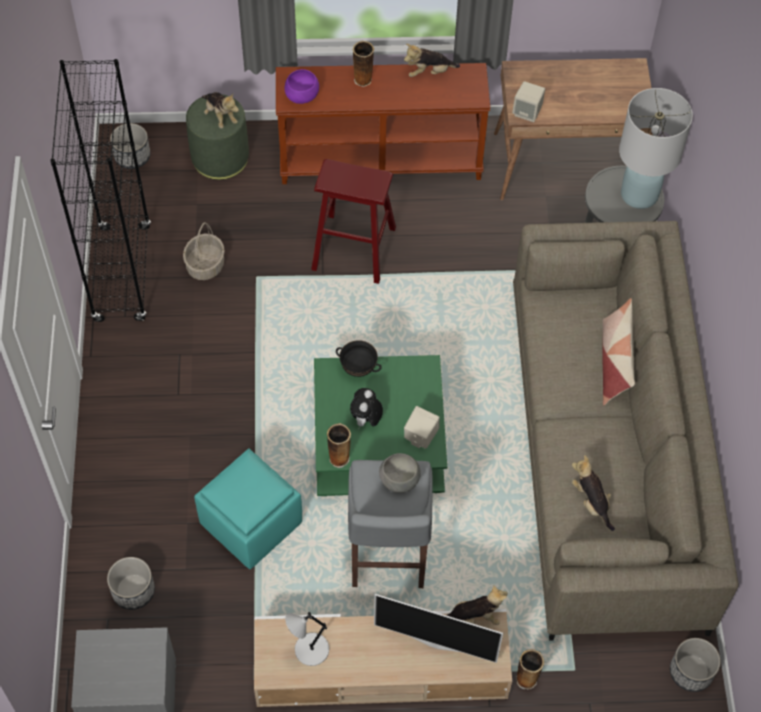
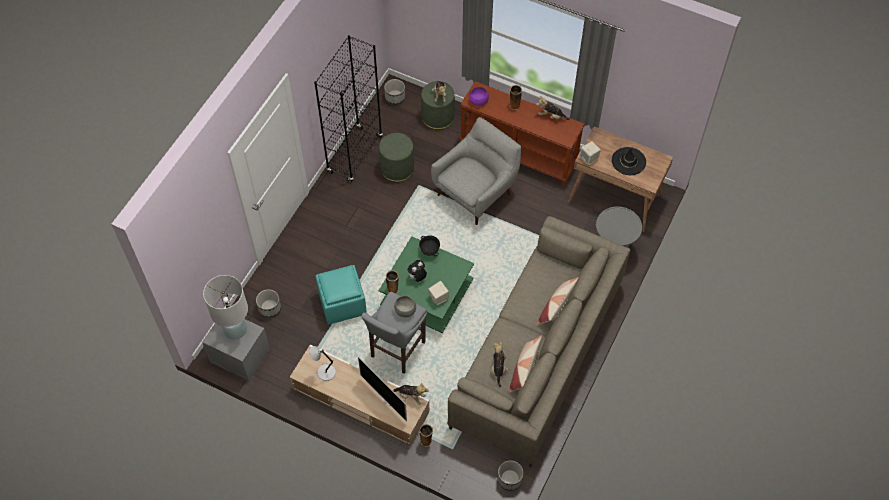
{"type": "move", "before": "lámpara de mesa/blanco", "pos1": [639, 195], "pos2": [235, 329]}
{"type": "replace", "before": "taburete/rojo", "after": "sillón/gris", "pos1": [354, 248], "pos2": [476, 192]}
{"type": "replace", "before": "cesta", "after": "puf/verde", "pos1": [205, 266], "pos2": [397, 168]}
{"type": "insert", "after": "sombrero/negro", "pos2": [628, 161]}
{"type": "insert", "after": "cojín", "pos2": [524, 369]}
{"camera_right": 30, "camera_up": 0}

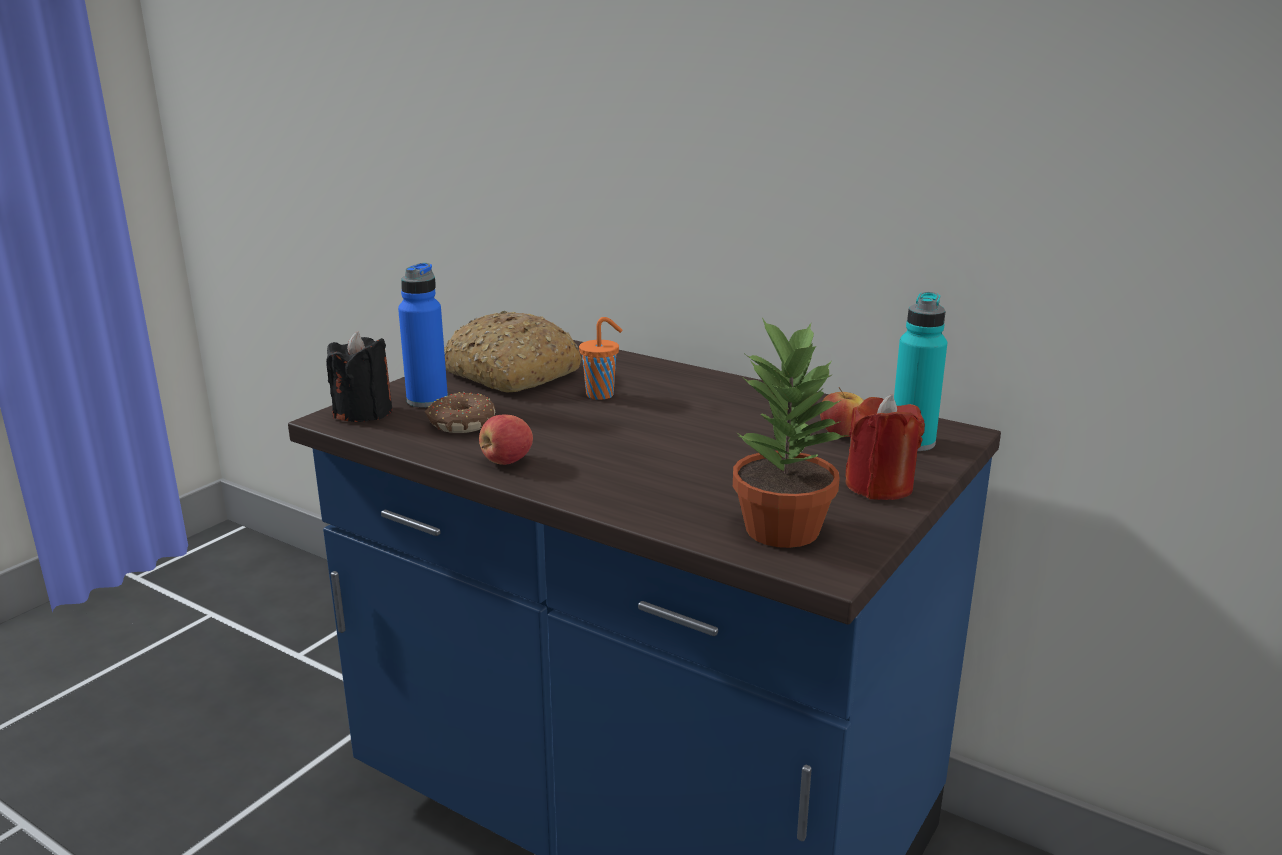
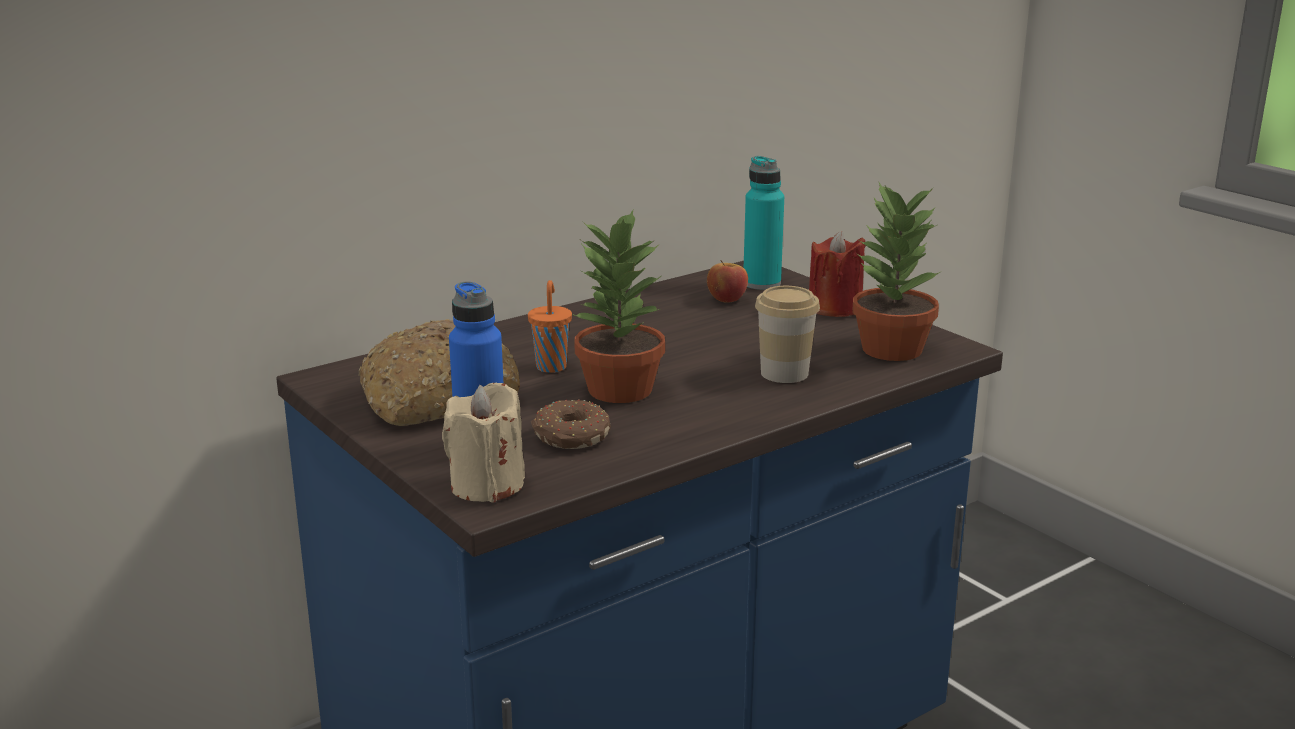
{"type": "recolor", "before": "vela/negro", "after": "vela/beis", "pos1": [363, 412], "pos2": [487, 485]}
{"type": "delete", "before": "manzana", "pos1": [506, 461]}
{"type": "insert", "after": "planta en maceta", "pos2": [618, 390]}
{"type": "insert", "after": "taza", "pos2": [784, 373]}
{"camera_right": -70, "camera_up": 0}

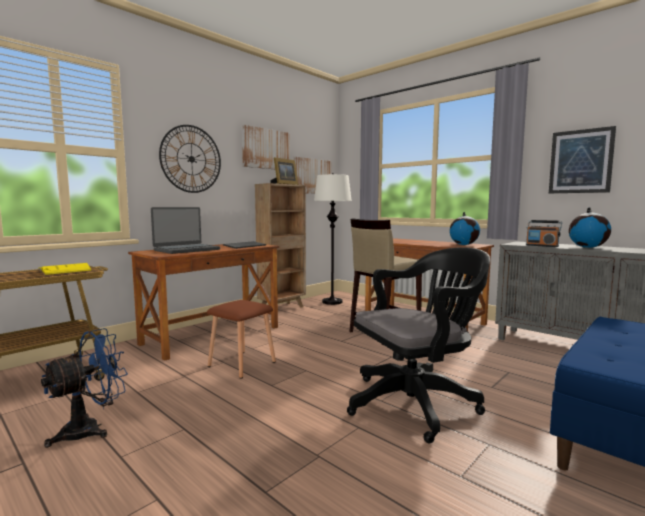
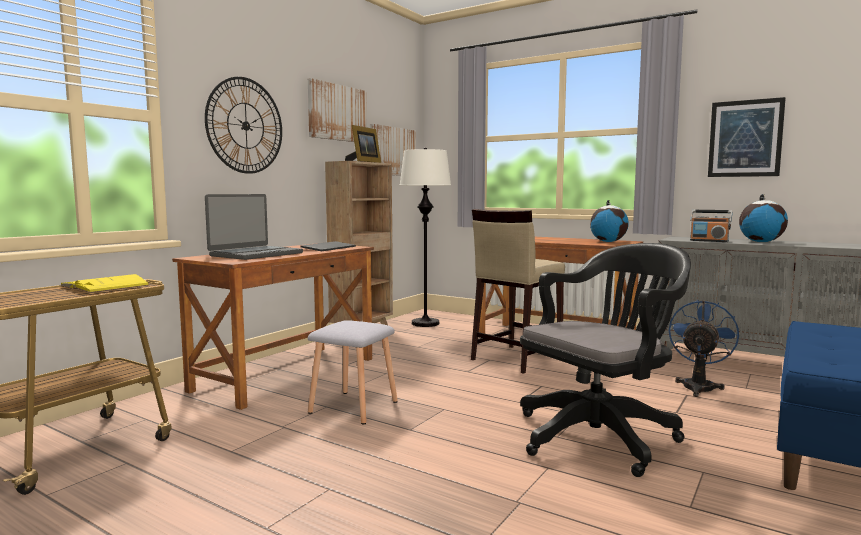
{"type": "recolor", "before": "taburete/marrón", "after": "taburete/gris", "pos1": [241, 364], "pos2": [353, 407]}
{"type": "move", "before": "ventilador/azul", "pos1": [90, 429], "pos2": [699, 386]}
{"camera_right": -10, "camera_up": 0}

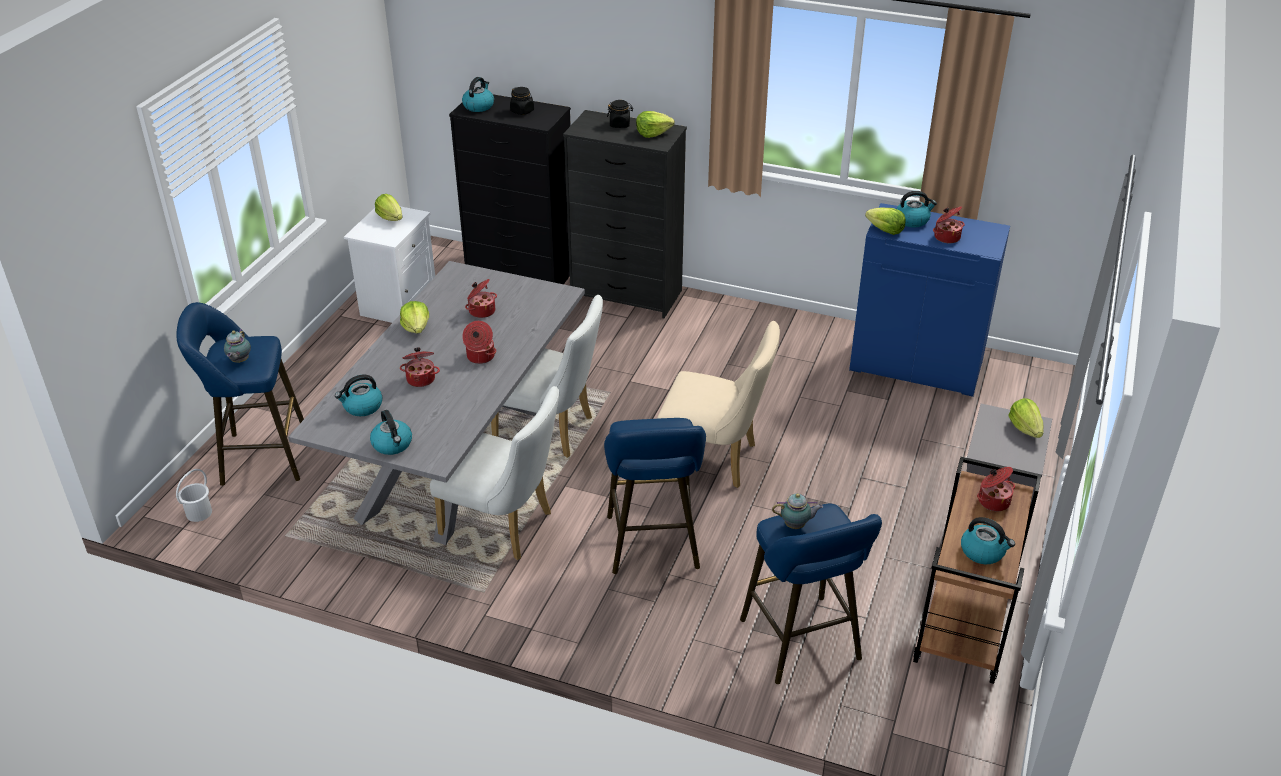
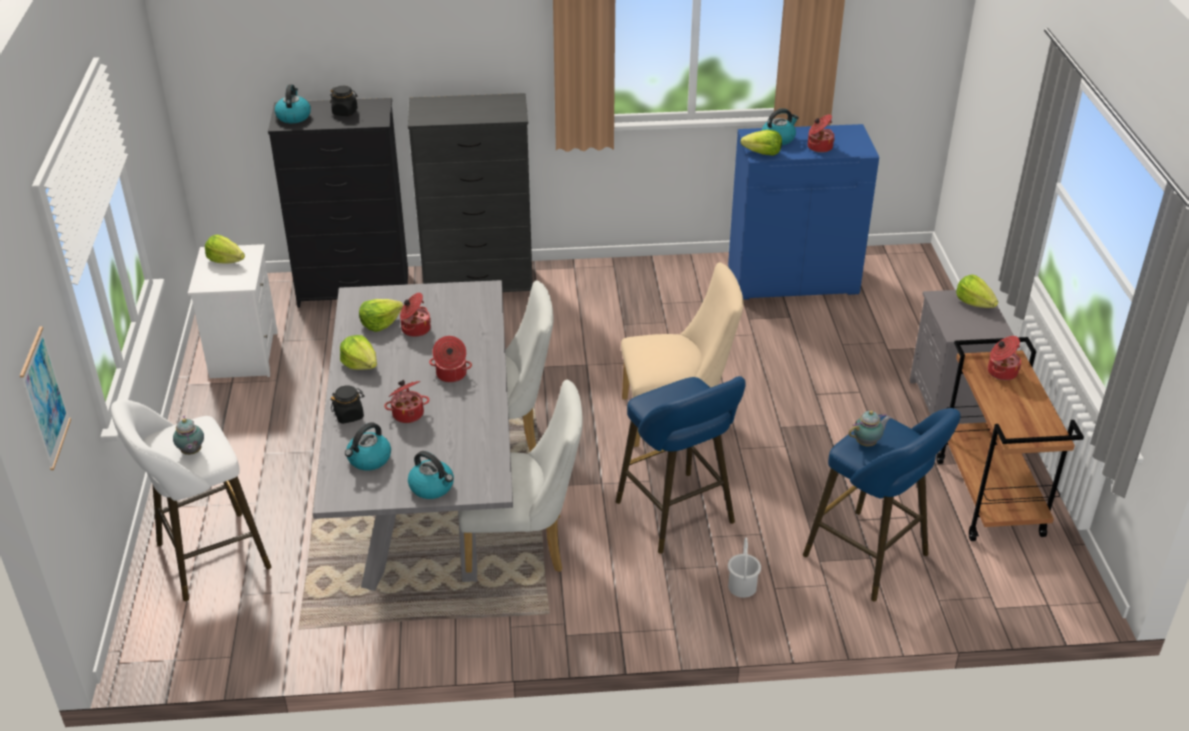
{"type": "move", "before": "tarro/negro", "pos1": [620, 124], "pos2": [349, 415]}
{"type": "move", "before": "lechuga", "pos1": [652, 133], "pos2": [380, 323]}
{"type": "recolor", "before": "taburete/azul", "after": "taburete/blanco", "pos1": [258, 457], "pos2": [206, 558]}
{"type": "move", "before": "cubo/blanco", "pos1": [198, 513], "pos2": [741, 587]}
{"type": "delete", "before": "hervidor", "pos1": [983, 552]}
{"type": "insert", "after": "cuadro", "pos2": [45, 398]}
{"camera_right": -25, "camera_up": 0}

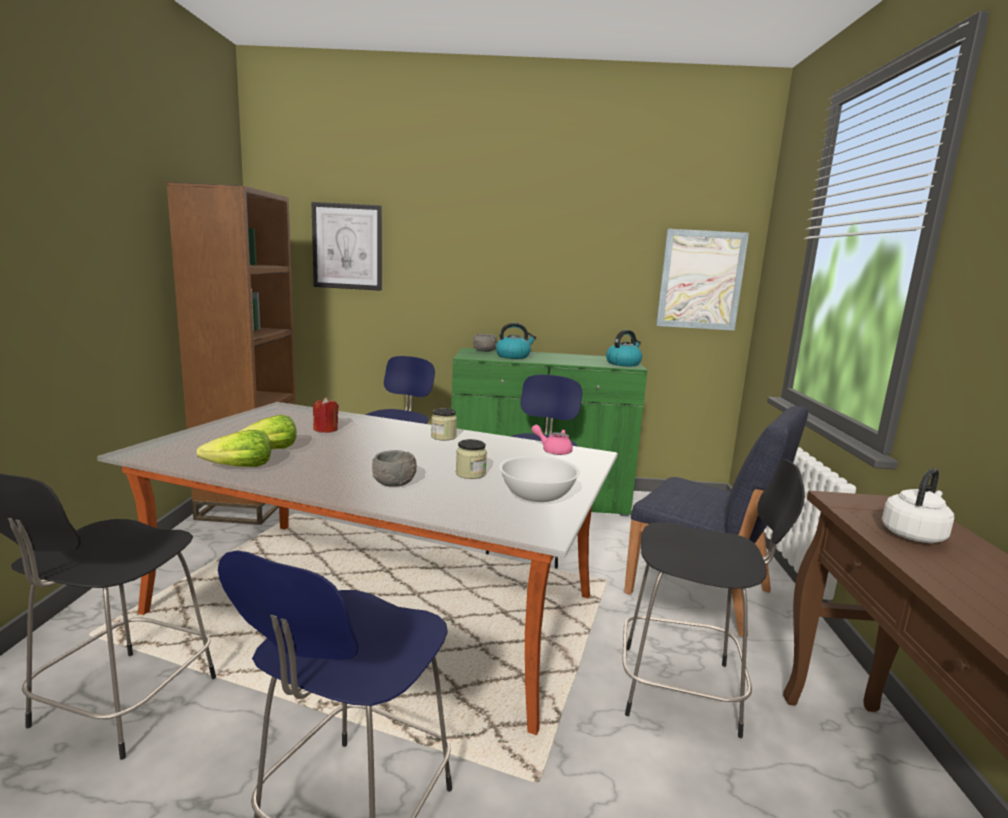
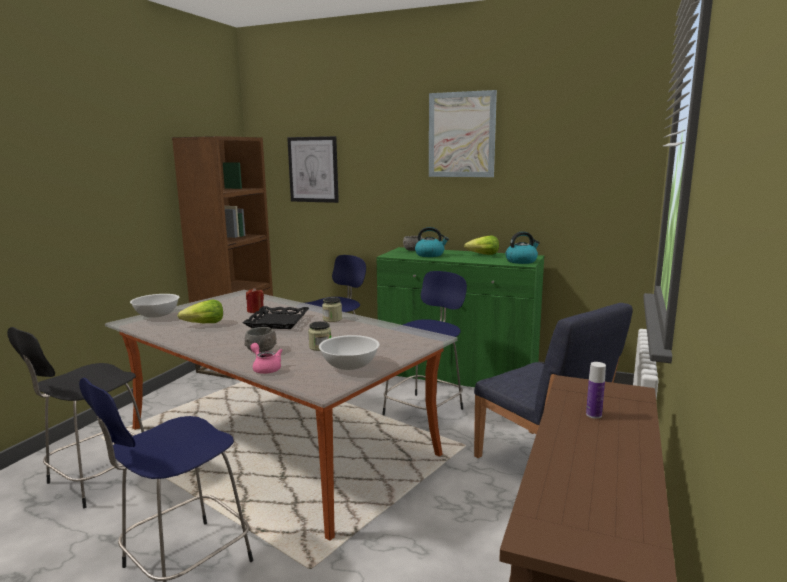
{"type": "move", "before": "cuadro", "pos1": [700, 280], "pos2": [461, 135]}
{"type": "move", "before": "tetera/rosa", "pos1": [553, 450], "pos2": [265, 368]}
{"type": "move", "before": "lechuga", "pos1": [239, 468], "pos2": [483, 255]}
{"type": "delete", "before": "taburete/negro", "pos1": [684, 689]}
{"type": "replace", "before": "hervidor/blanco", "after": "botella", "pos1": [914, 534], "pos2": [593, 415]}
{"type": "insert", "after": "cuenco/blanco", "pos2": [156, 315]}
{"type": "insert", "after": "bandeja/negro", "pos2": [278, 322]}
{"camera_right": 20, "camera_up": 0}

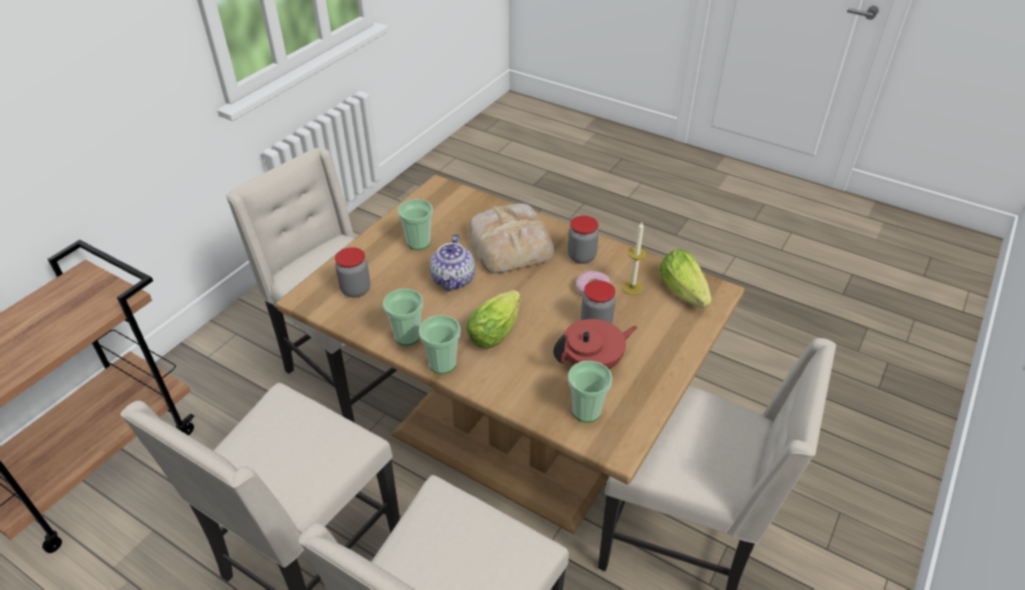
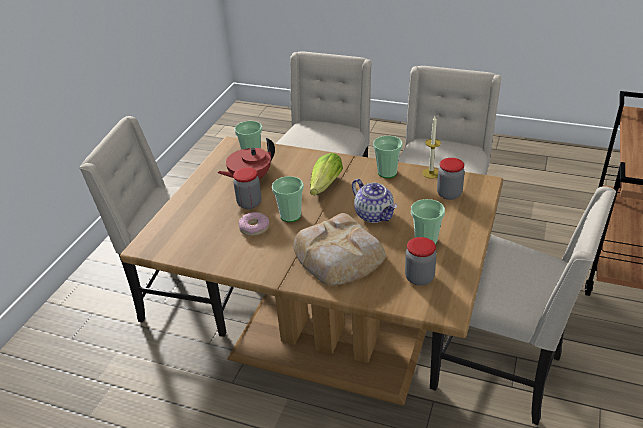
{"type": "move", "before": "tarro", "pos1": [581, 257], "pos2": [419, 278]}
{"type": "move", "before": "vela", "pos1": [632, 287], "pos2": [431, 173]}
{"type": "rotate", "before": "tetera", "pos1": [454, 280], "pos2": [374, 215], "turn": 150}
{"type": "delete", "before": "lechuga", "pos1": [685, 294]}
{"type": "move", "before": "taza", "pos1": [442, 364], "pos2": [290, 216]}
{"camera_right": 170, "camera_up": -5}

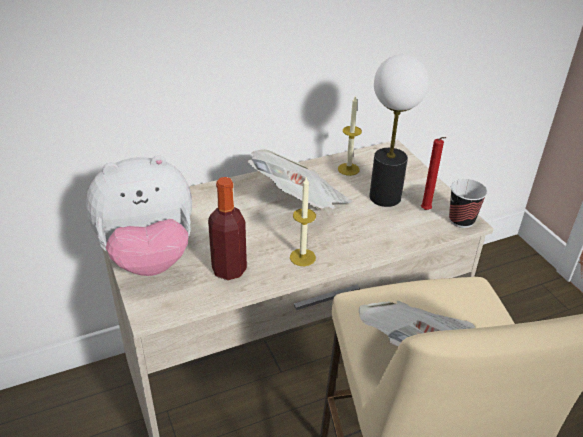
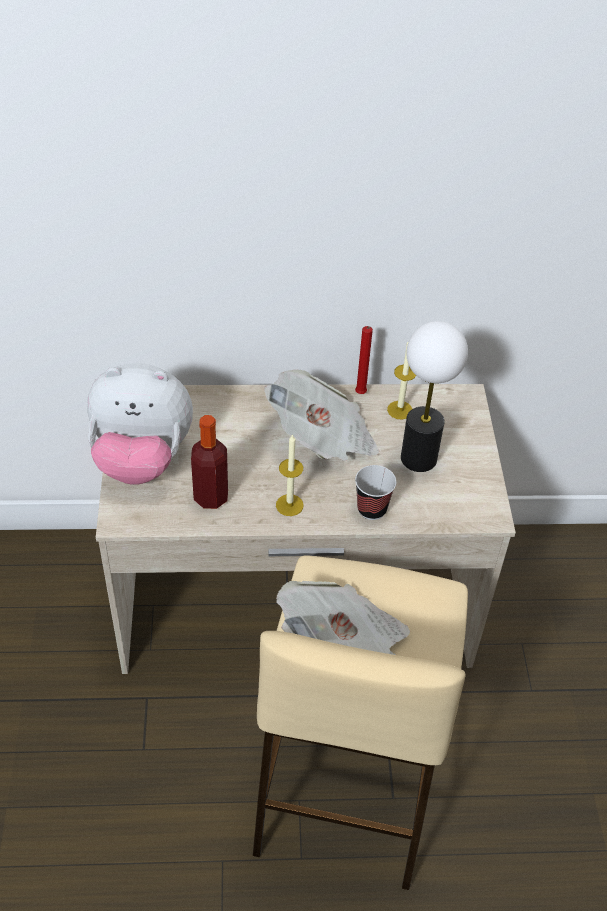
{"type": "move", "before": "vela/rojo", "pos1": [426, 211], "pos2": [360, 395]}
{"type": "move", "before": "taza", "pos1": [461, 220], "pos2": [372, 509]}
{"camera_right": 20, "camera_up": 10}

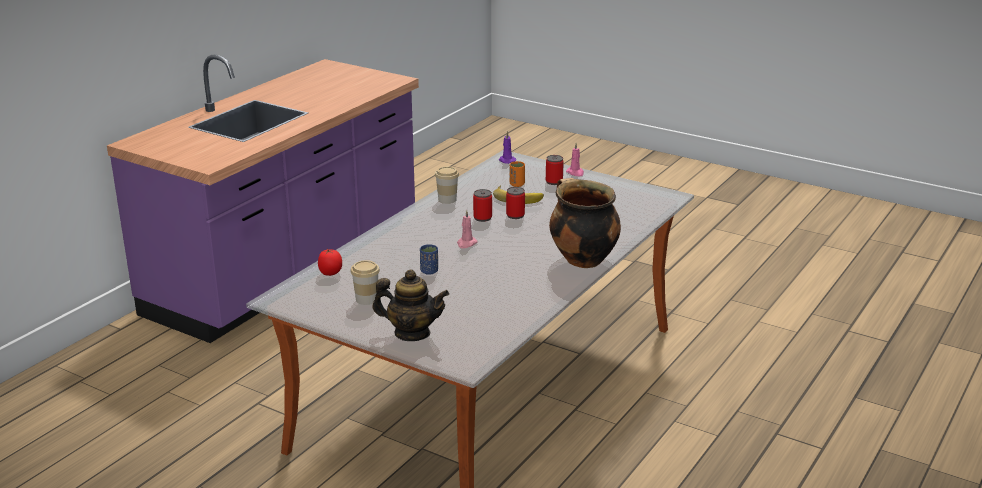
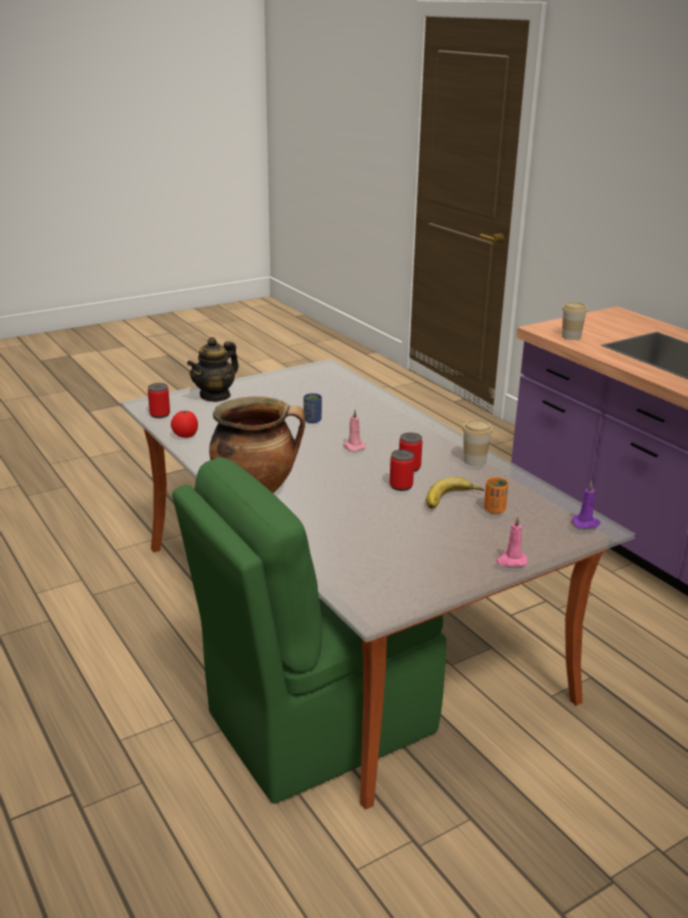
{"type": "move", "before": "lata", "pos1": [554, 182], "pos2": [160, 414]}
{"type": "move", "before": "tomate", "pos1": [330, 273], "pos2": [185, 436]}
{"type": "move", "before": "taza", "pos1": [366, 299], "pos2": [571, 337]}
{"type": "insert", "after": "silla/verde", "pos2": [315, 724]}
{"camera_right": 115, "camera_up": 0}

